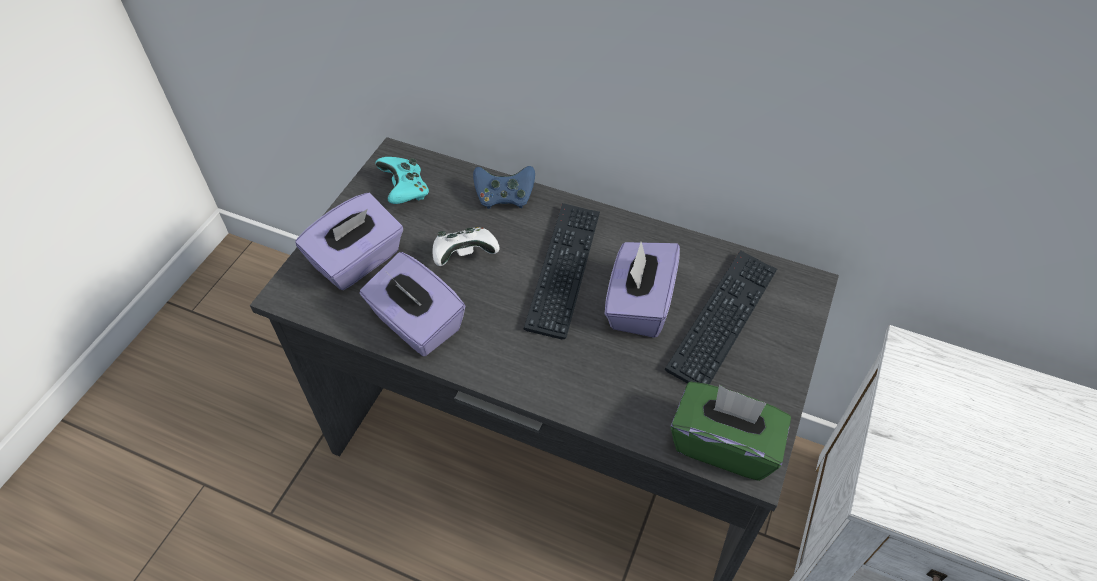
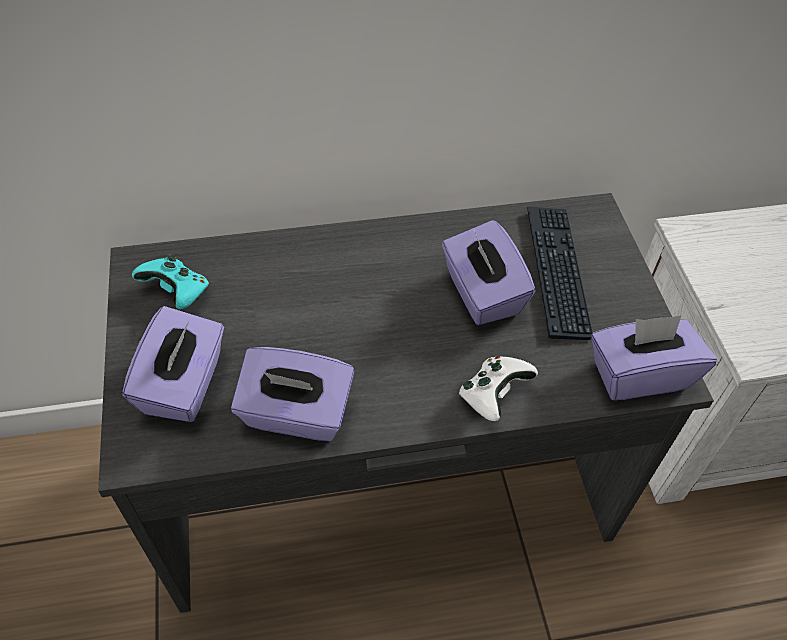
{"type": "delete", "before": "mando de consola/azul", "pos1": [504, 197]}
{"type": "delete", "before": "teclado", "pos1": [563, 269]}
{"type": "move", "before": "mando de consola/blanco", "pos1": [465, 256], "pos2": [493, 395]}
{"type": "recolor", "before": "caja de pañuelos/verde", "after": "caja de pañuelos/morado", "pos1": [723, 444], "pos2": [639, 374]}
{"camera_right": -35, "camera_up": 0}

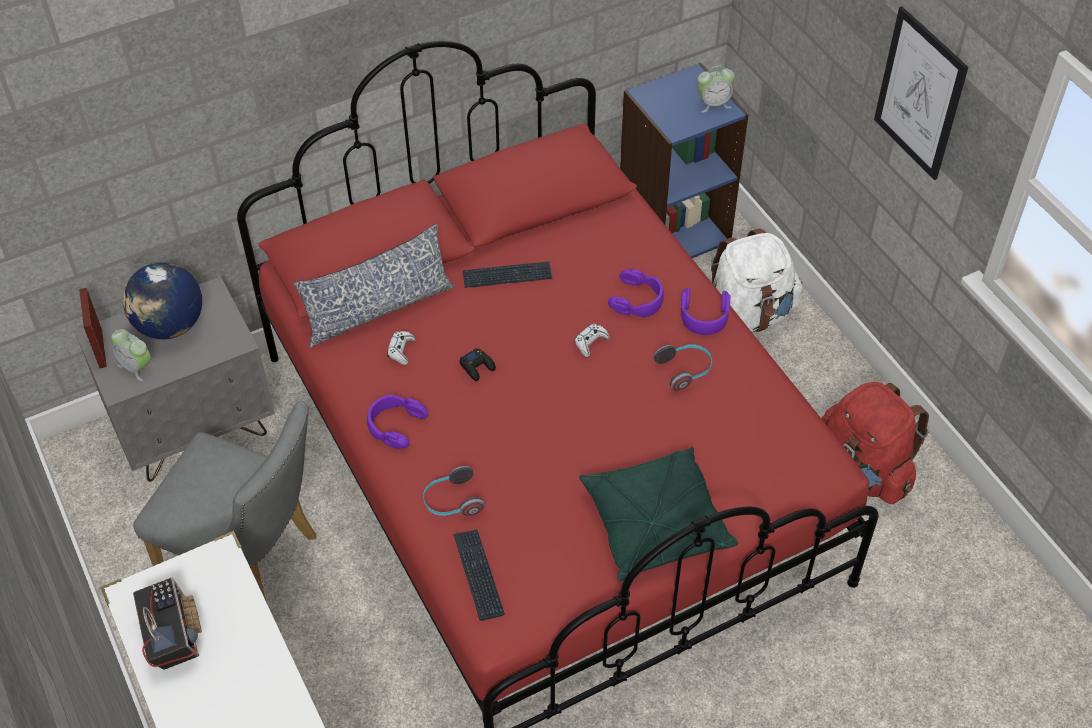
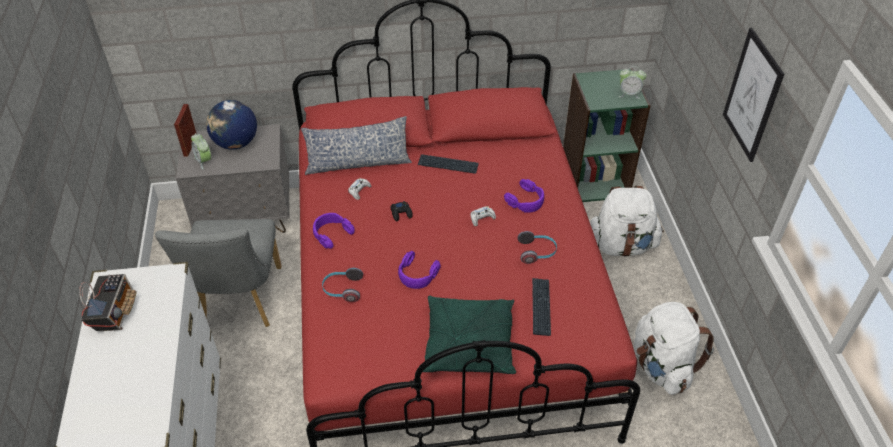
{"type": "recolor", "before": "estantería/azul", "after": "estantería/verde", "pos1": [673, 230], "pos2": [594, 180]}
{"type": "move", "before": "auriculares/morado", "pos1": [704, 316], "pos2": [417, 274]}
{"type": "recolor", "before": "mochila/rojo", "after": "mochila/blanco", "pos1": [864, 470], "pos2": [661, 366]}
{"type": "rotate", "before": "silla/gris", "pos1": [251, 561], "pos2": [239, 303], "turn": 45}
{"type": "move", "before": "teclado", "pos1": [478, 575], "pos2": [541, 307]}
{"camera_right": 20, "camera_up": -5}

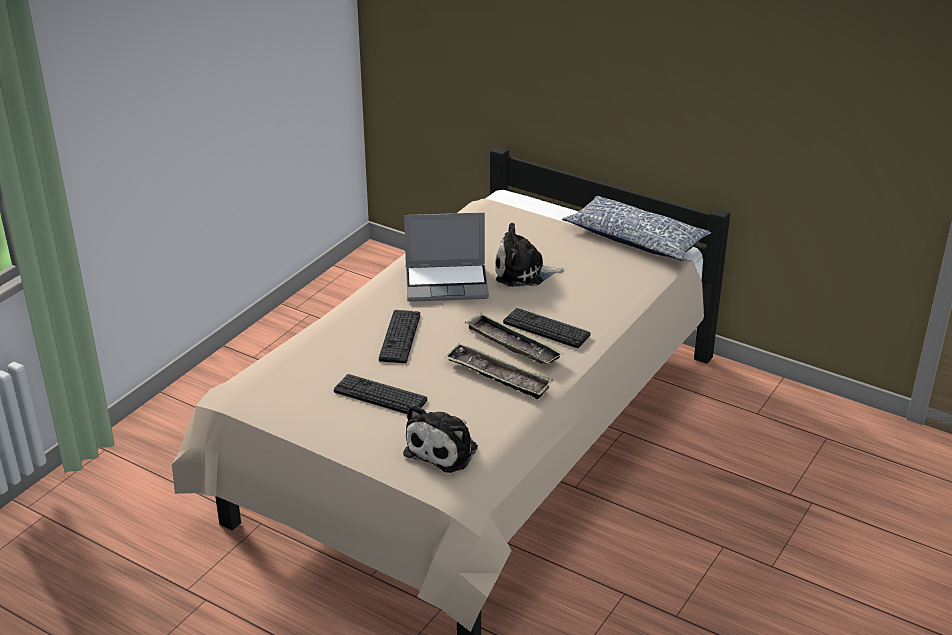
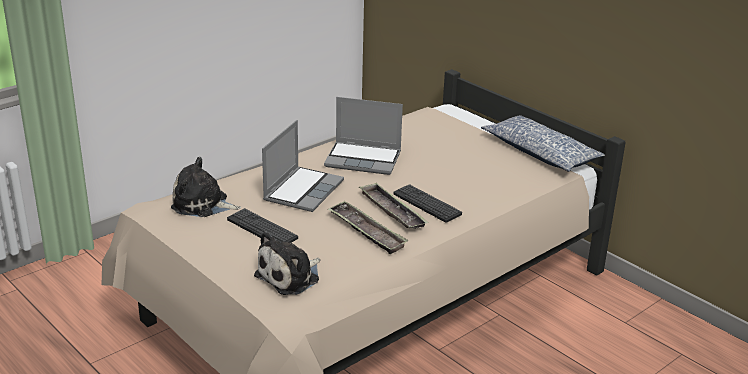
{"type": "move", "before": "peluche", "pos1": [523, 273], "pos2": [202, 204]}
{"type": "replace", "before": "teclado", "after": "portátil", "pos1": [400, 337], "pos2": [303, 190]}
{"camera_right": 15, "camera_up": -5}

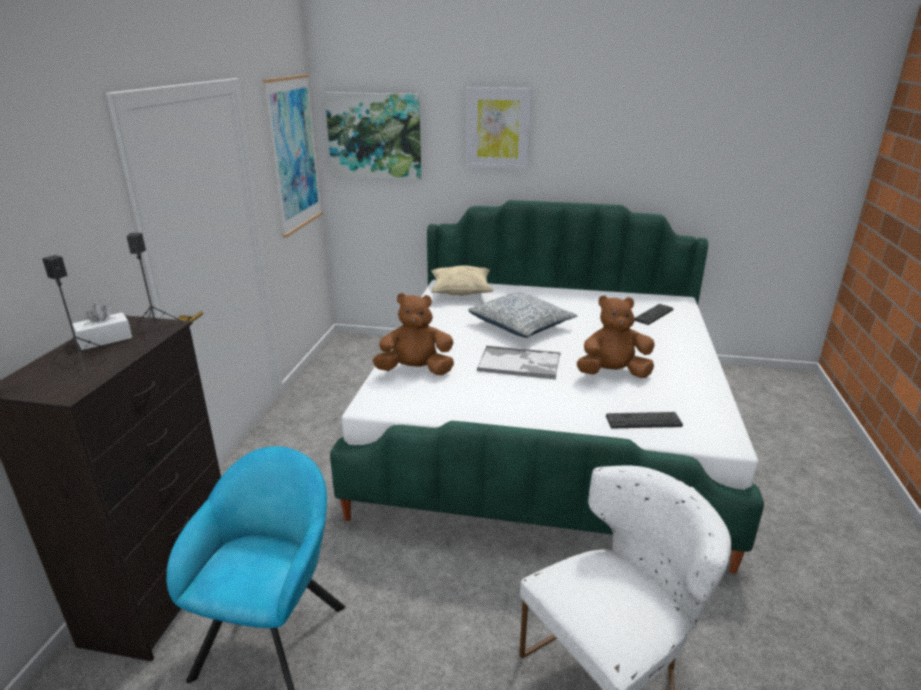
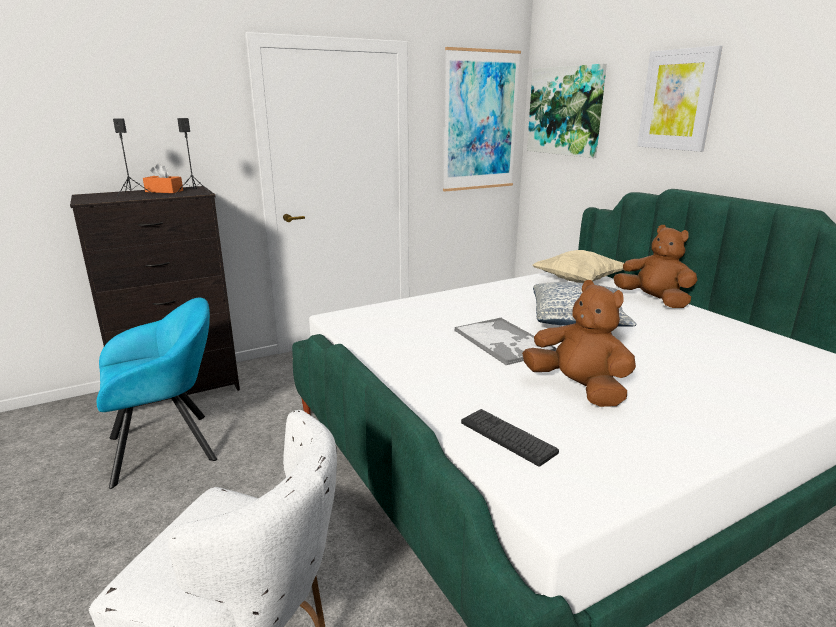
{"type": "move", "before": "peluche/marrón", "pos1": [415, 370], "pos2": [654, 301]}
{"type": "recolor", "before": "caja de pañuelos/blanco", "after": "caja de pañuelos/naranja", "pos1": [105, 339], "pos2": [164, 191]}
{"type": "delete", "before": "teclado", "pos1": [653, 315]}
{"camera_right": 50, "camera_up": -5}

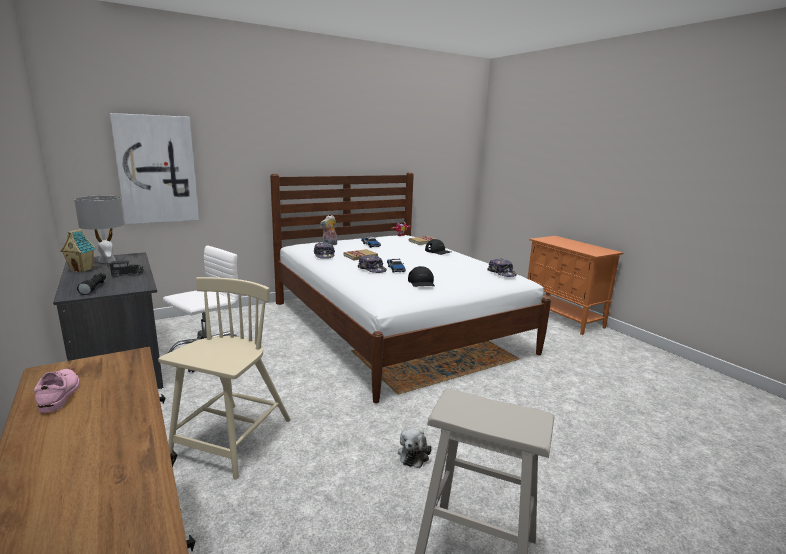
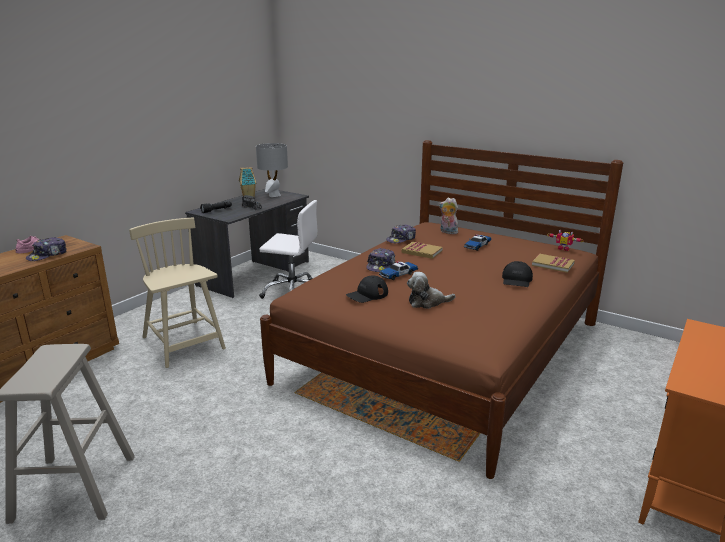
{"type": "delete", "before": "cuadro", "pos1": [157, 170]}
{"type": "recolor", "before": "cama/blanco", "after": "cama/marrón", "pos1": [394, 326], "pos2": [445, 351]}
{"type": "move", "before": "gorra", "pos1": [501, 273], "pos2": [48, 255]}
{"type": "rotate", "before": "silla/beis", "pos1": [232, 440], "pos2": [183, 344], "turn": -120}
{"type": "move", "before": "peluche", "pos1": [414, 454], "pos2": [427, 302]}
{"camera_right": 65, "camera_up": 5}

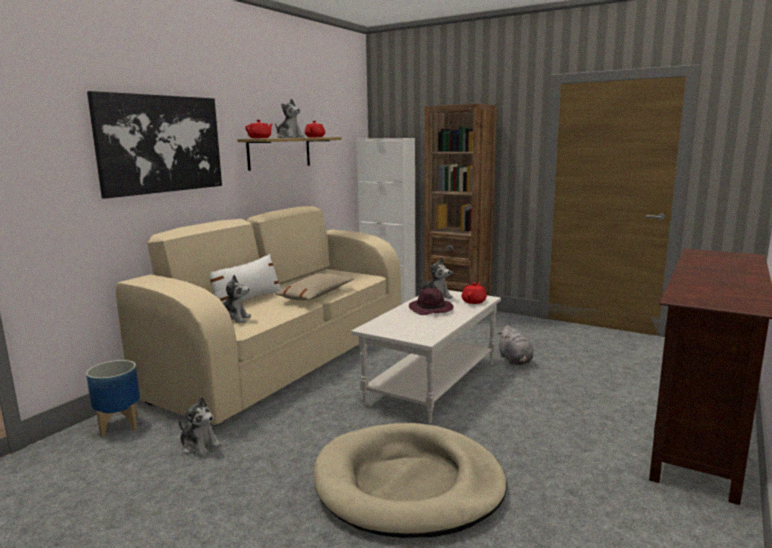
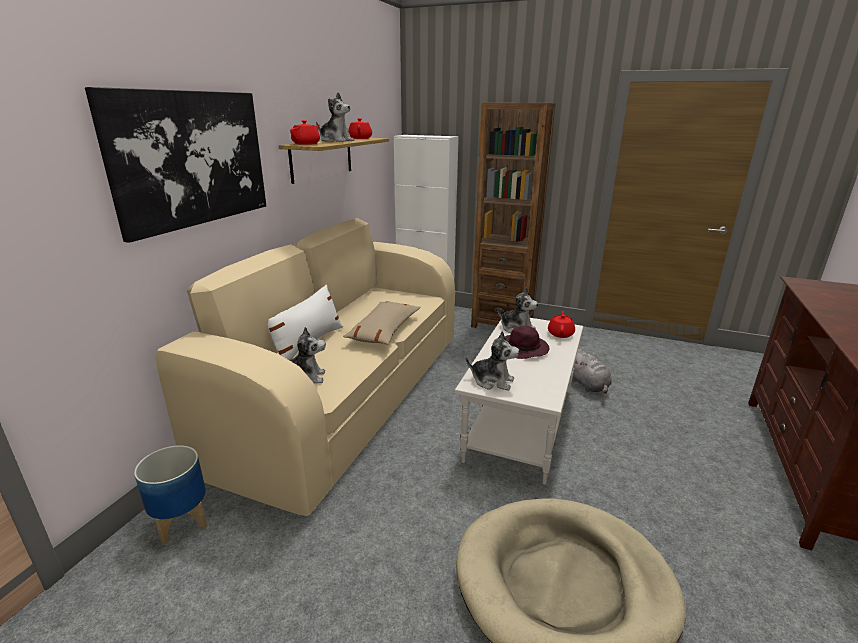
{"type": "move", "before": "peluche", "pos1": [200, 446], "pos2": [492, 381]}
{"camera_right": -10, "camera_up": 10}

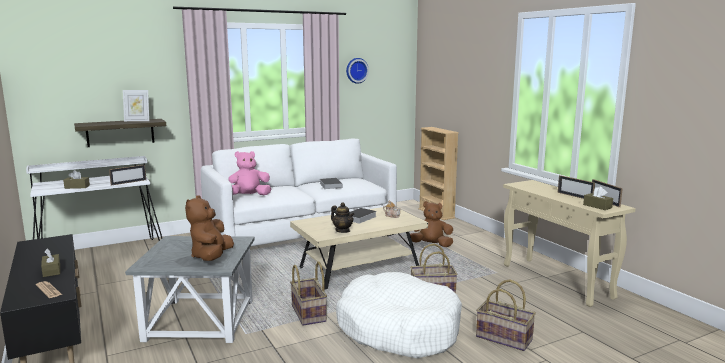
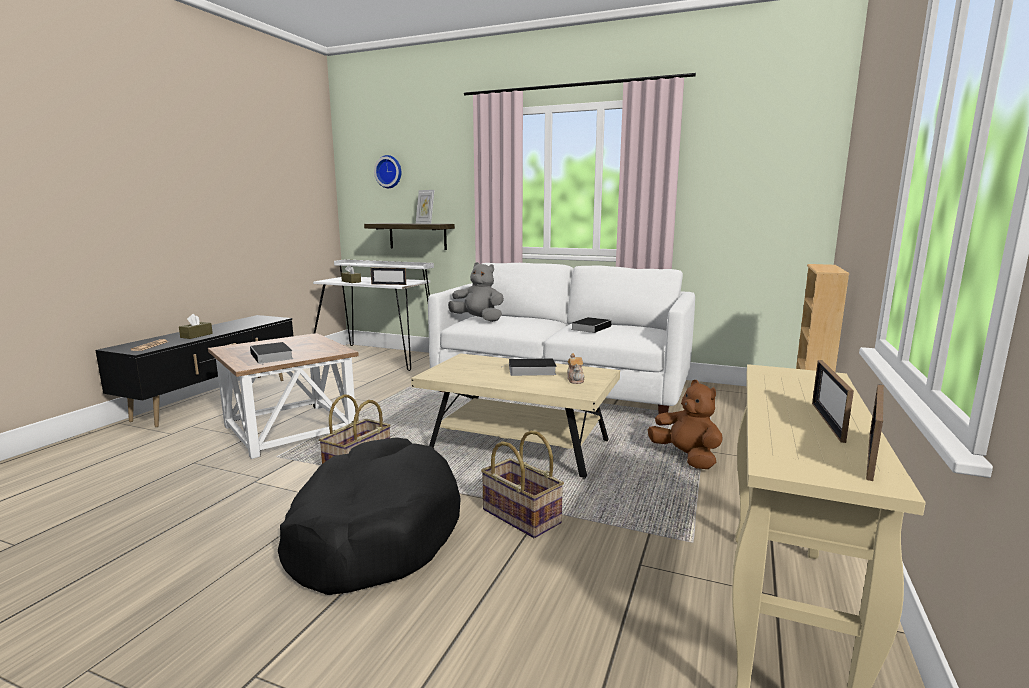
{"type": "move", "before": "reloj de pared", "pos1": [356, 70], "pos2": [389, 172]}
{"type": "recolor", "before": "peluche/rosa", "after": "peluche/gris", "pos1": [248, 196], "pos2": [478, 319]}
{"type": "delete", "before": "caja de pañuelos/marrón", "pos1": [597, 206]}
{"type": "replace", "before": "peluche/marrón", "after": "libro", "pos1": [211, 257], "pos2": [272, 356]}
{"type": "delete", "before": "tetera", "pos1": [342, 231]}
{"type": "recolor", "before": "mesa auxiliar/gris", "after": "mesa auxiliar/marrón", "pos1": [199, 319], "pos2": [290, 428]}
{"type": "recolor", "before": "cama para perro/blanco", "after": "cama para perro/negro", "pos1": [398, 329], "pos2": [373, 532]}
{"type": "delete", "before": "cesta", "pos1": [504, 338]}
{"camera_right": 50, "camera_up": 0}

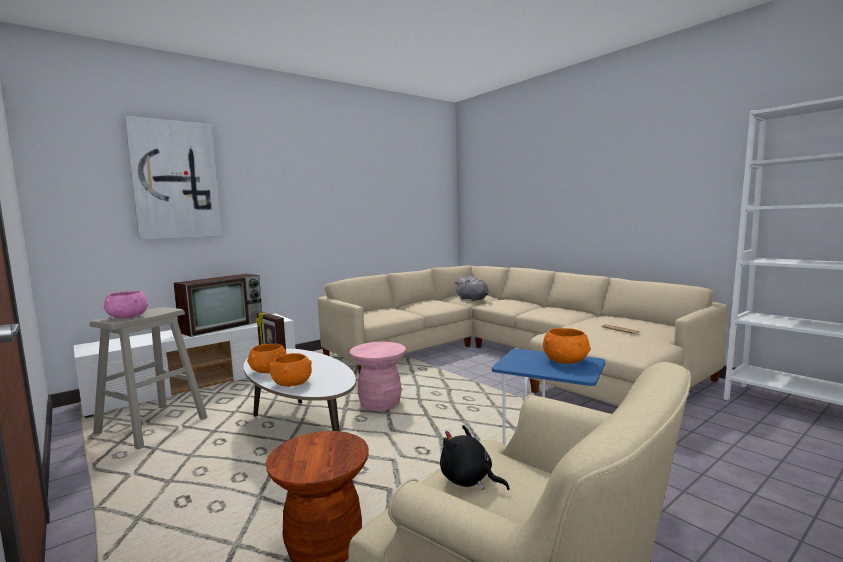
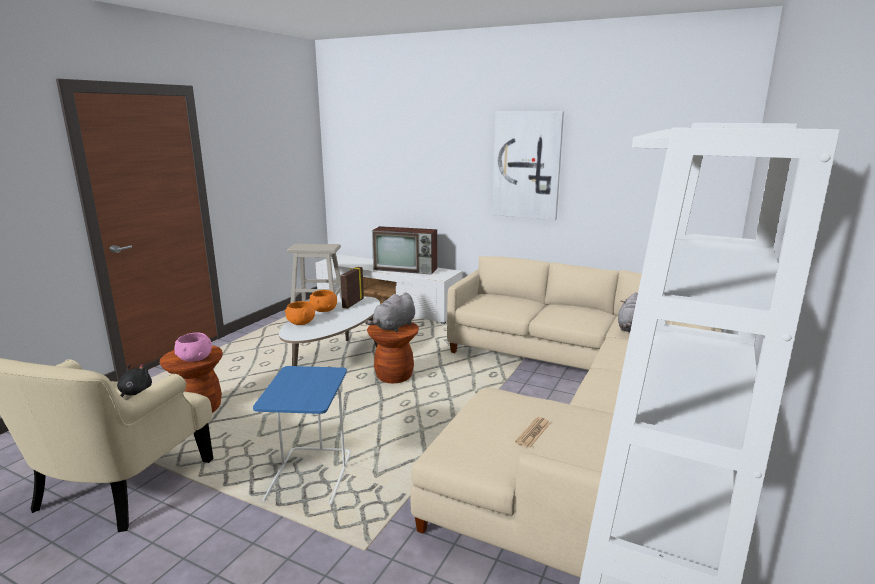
{"type": "move", "before": "cuadro", "pos1": [175, 180], "pos2": [527, 165]}
{"type": "move", "before": "cuenco/rosa", "pos1": [127, 317], "pos2": [195, 358]}
{"type": "delete", "before": "cuenco/naranja", "pos1": [566, 361]}
{"type": "recolor", "before": "taburete/rosa", "after": "taburete/marrón", "pos1": [380, 404], "pos2": [394, 376]}
{"type": "insert", "after": "peluche/gris", "pos2": [394, 327]}
{"camera_right": 65, "camera_up": 10}

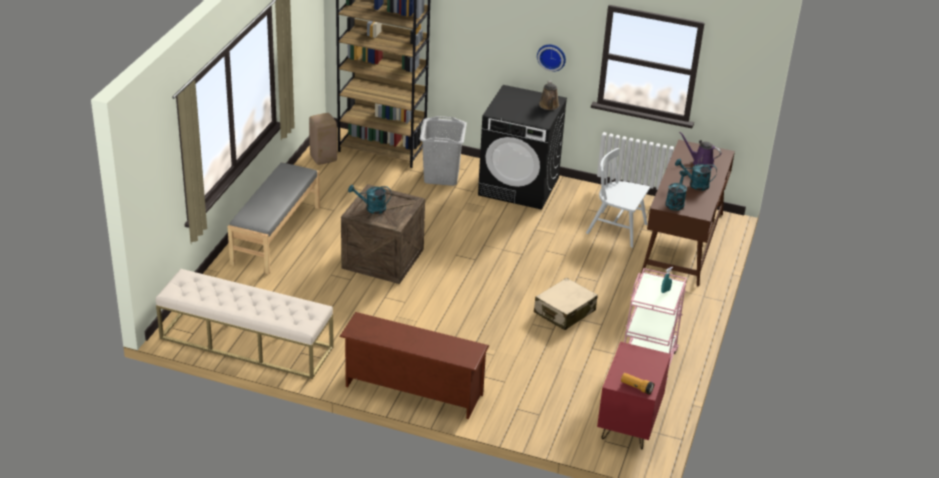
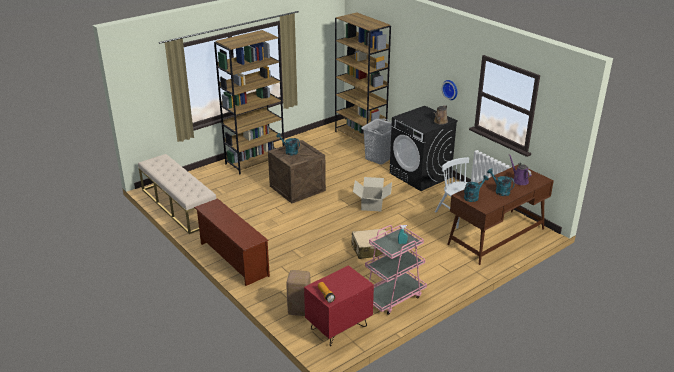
{"type": "move", "before": "taburete/beis", "pos1": [323, 159], "pos2": [299, 310]}
{"type": "replace", "before": "banco/gris", "after": "estantería/marrón", "pos1": [275, 235], "pos2": [255, 161]}
{"type": "insert", "after": "caja de cartón", "pos2": [372, 204]}
{"camera_right": 35, "camera_up": -5}

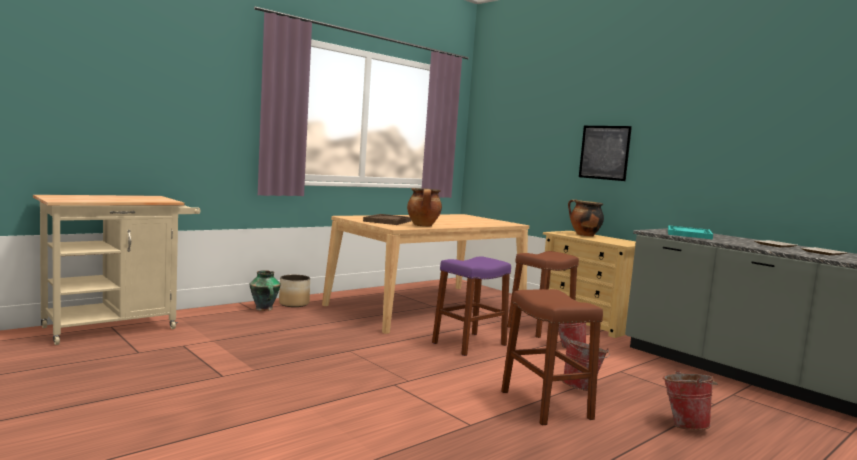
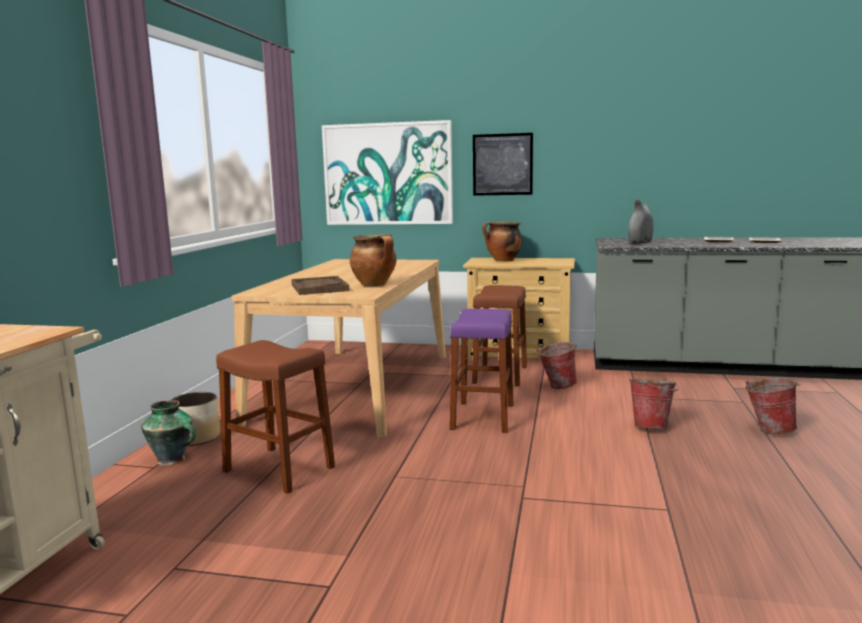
{"type": "replace", "before": "bandeja/turquesa", "after": "florero/gris", "pos1": [689, 234], "pos2": [640, 242]}
{"type": "move", "before": "taburete/marrón", "pos1": [545, 405], "pos2": [279, 469]}
{"type": "insert", "after": "cuadro", "pos2": [388, 174]}
{"camera_right": -35, "camera_up": 5}

